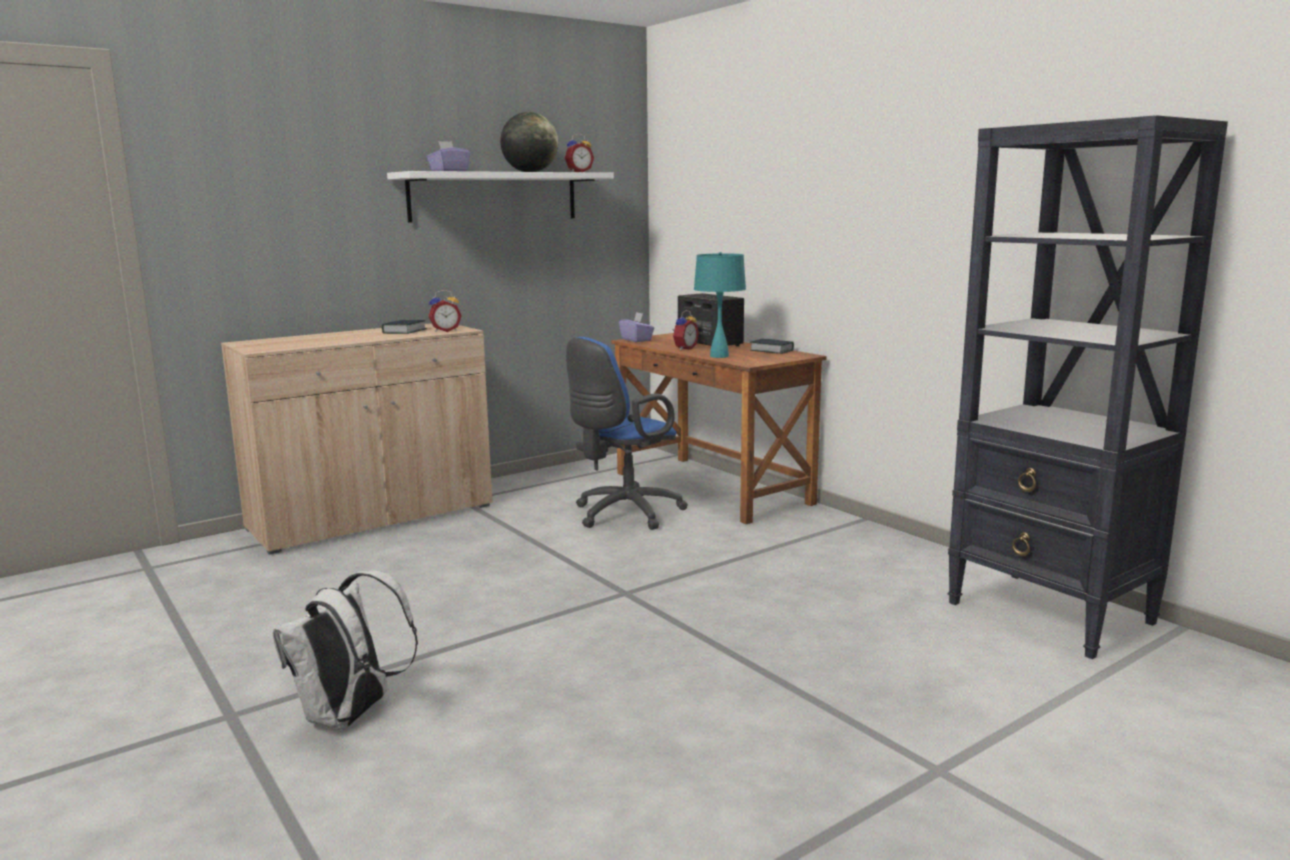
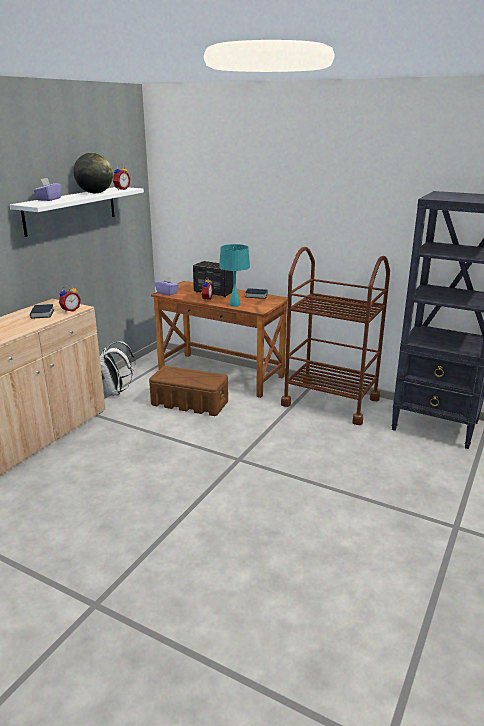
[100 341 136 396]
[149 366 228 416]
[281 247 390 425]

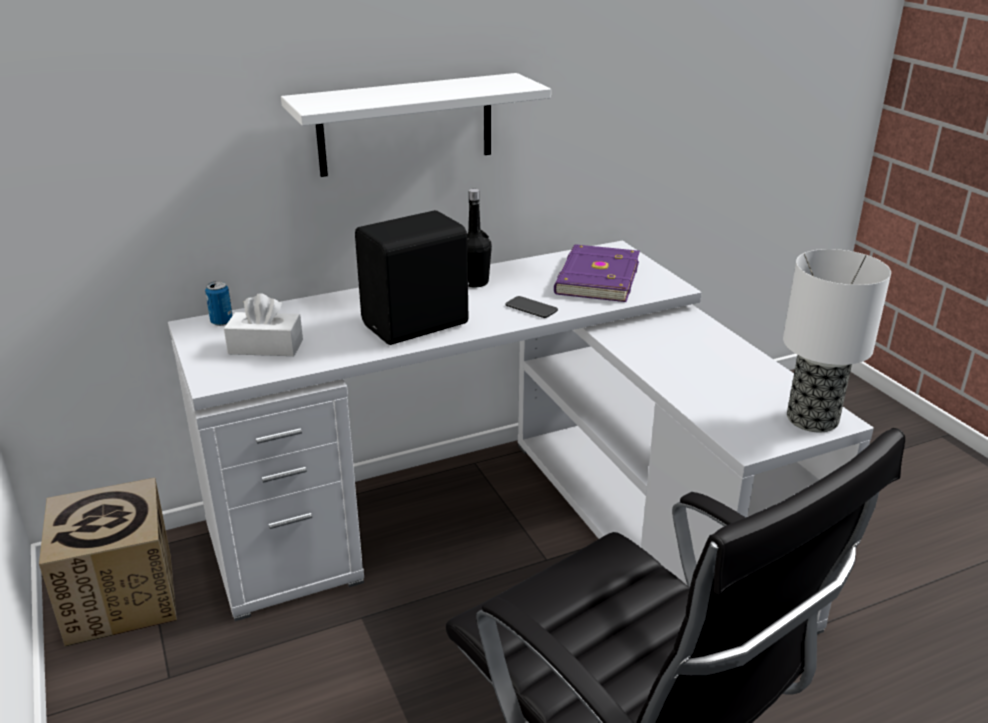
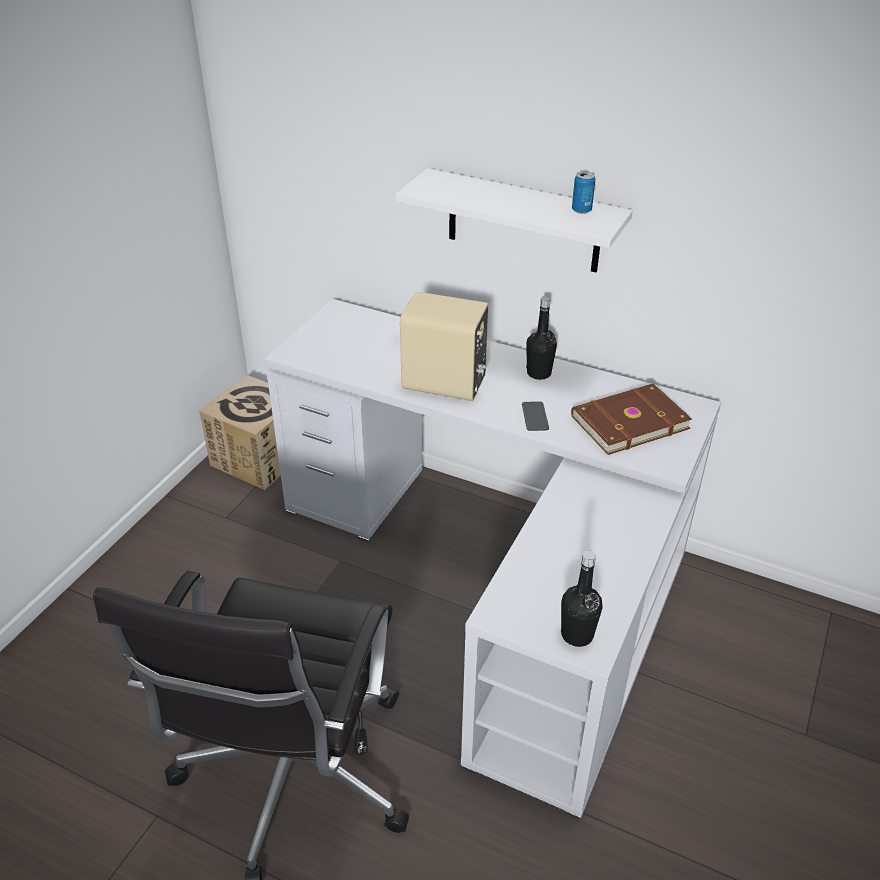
[572 171 595 214]
[224 293 303 356] (first image)
[400 292 489 401]
[571 384 692 455]
[561 550 603 647]

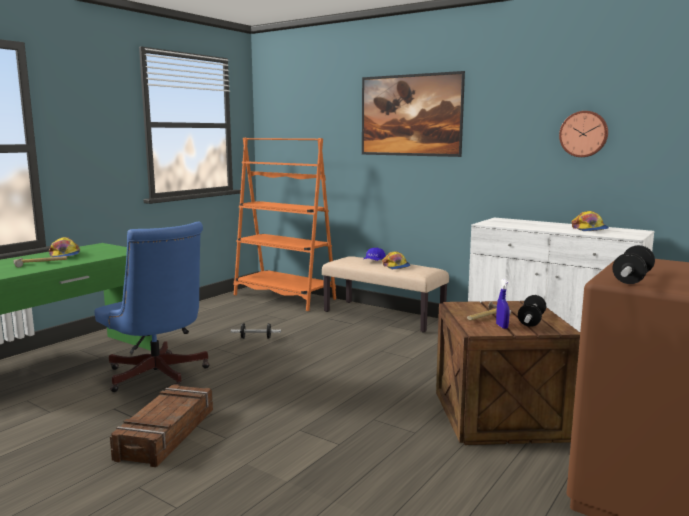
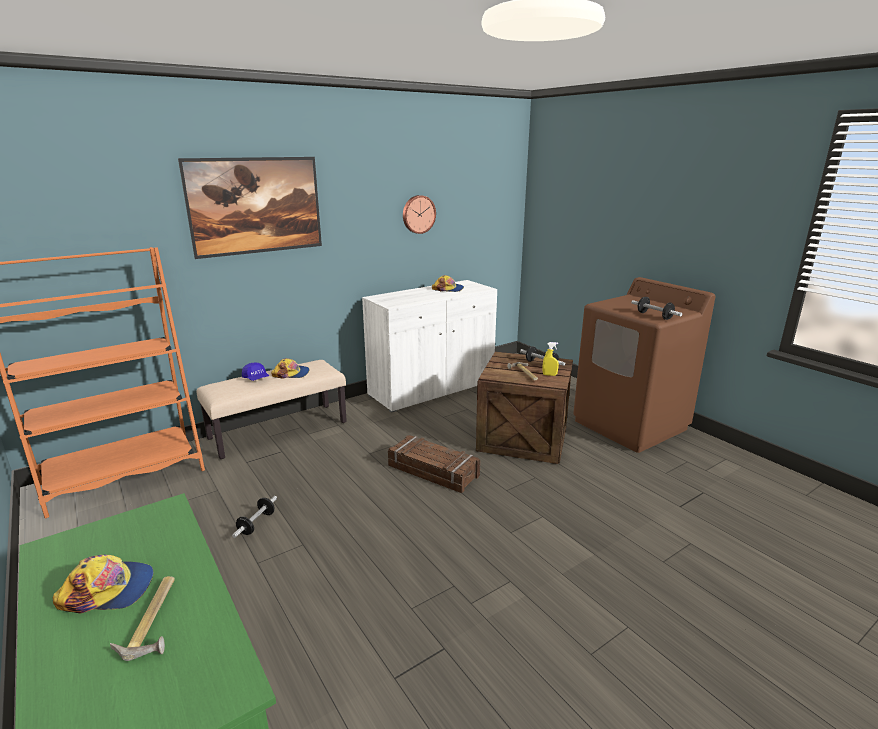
[94 222 210 392] (first image)
[388 435 480 493]
[542 342 559 376]

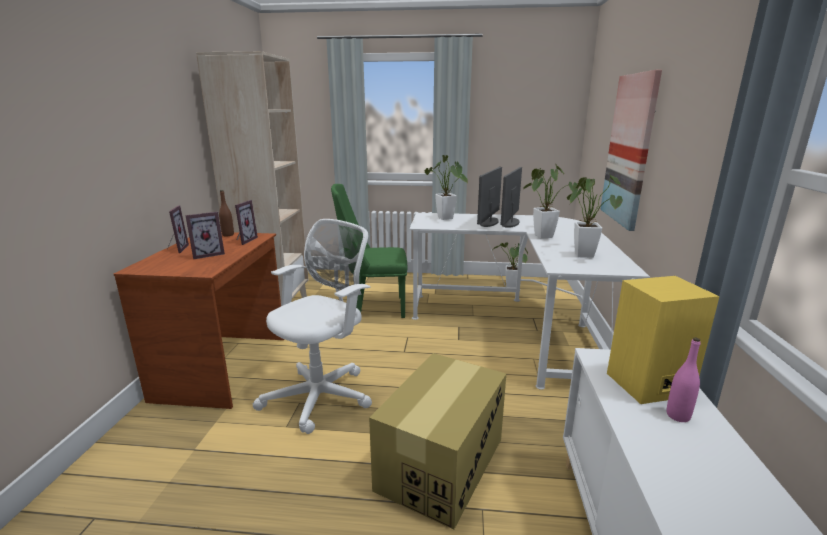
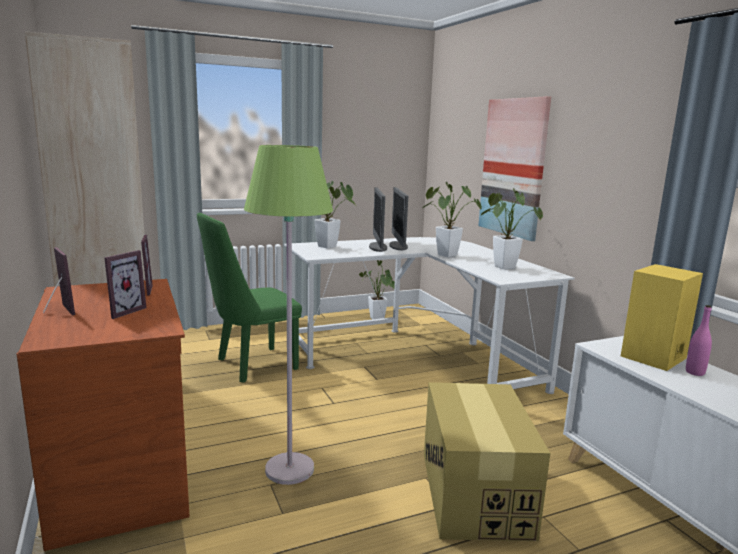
[219 190 234 237] (first image)
[244 145 333 485]

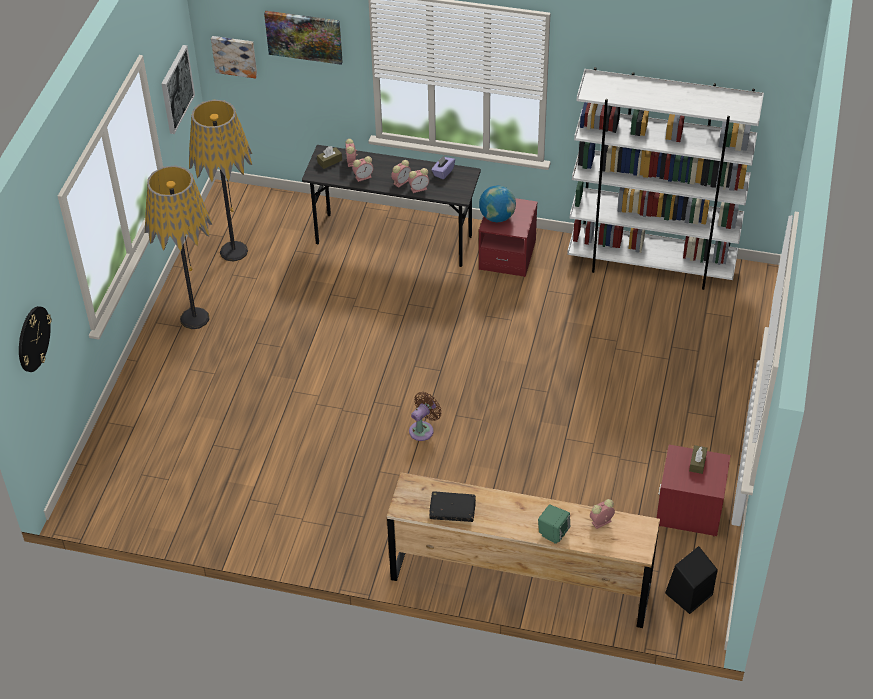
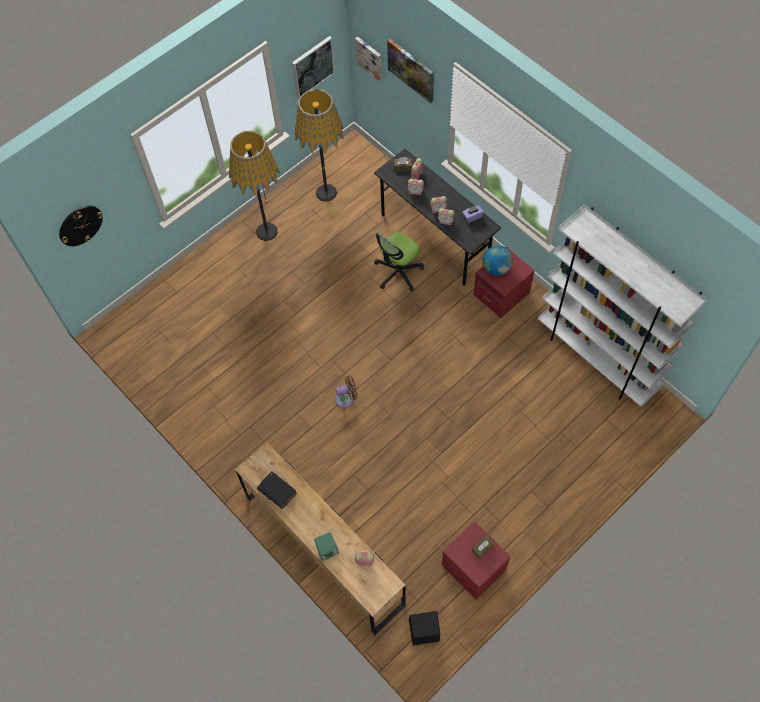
[374 232 424 292]

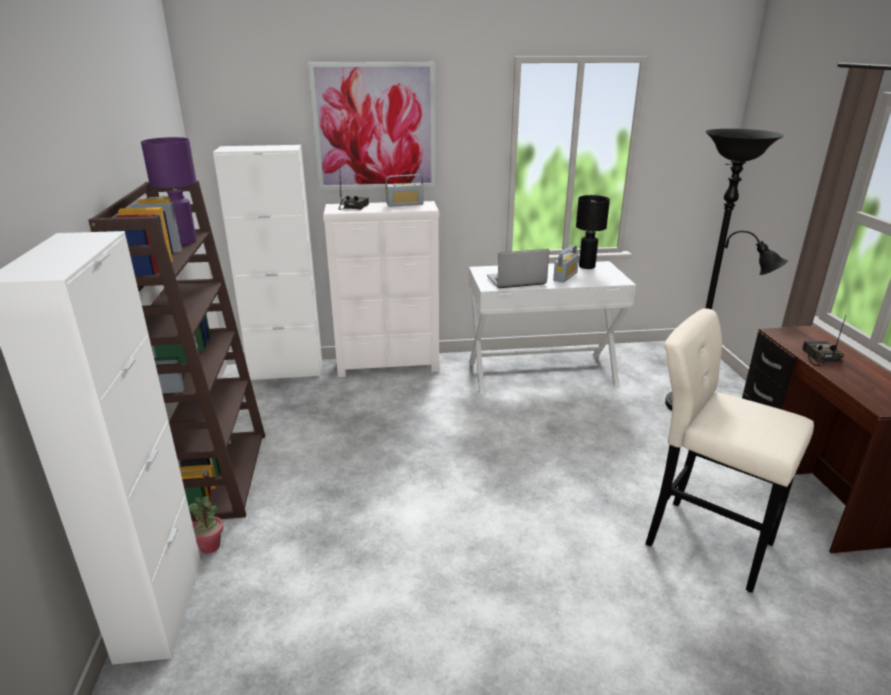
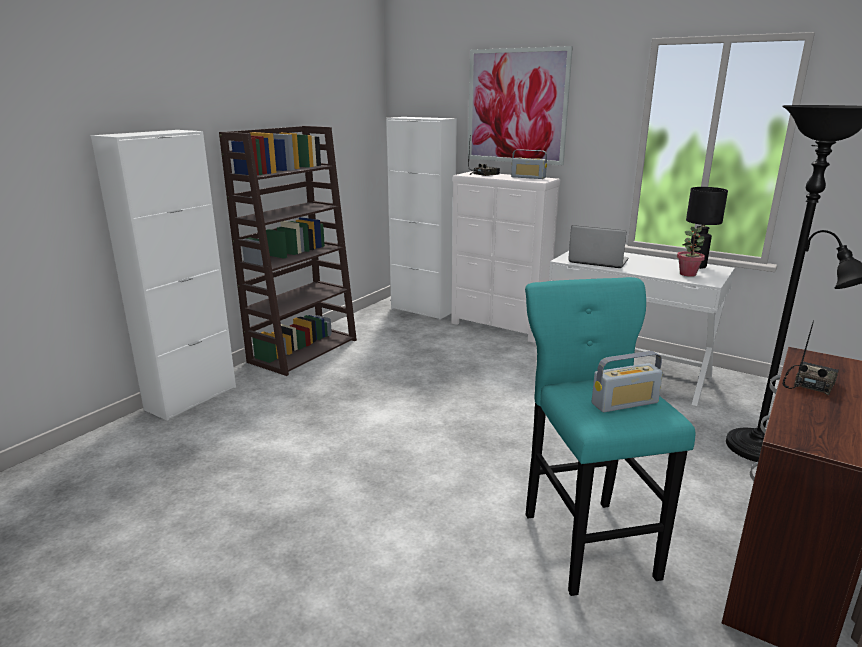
[141 137 197 245] (first image)
[677 227 705 277]
[592 351 663 412]
[525 277 695 596]

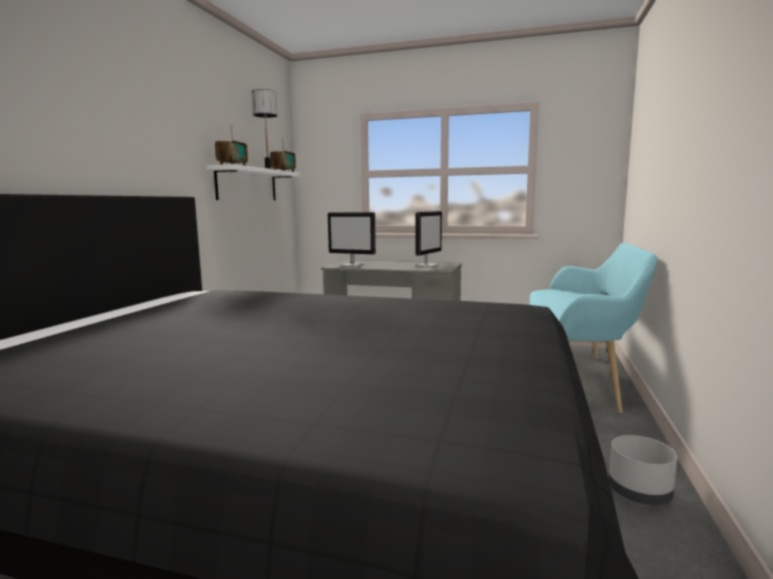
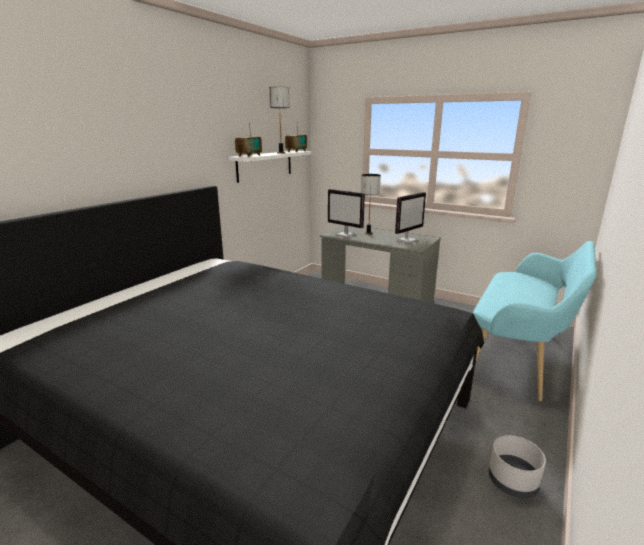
[361 174 381 235]

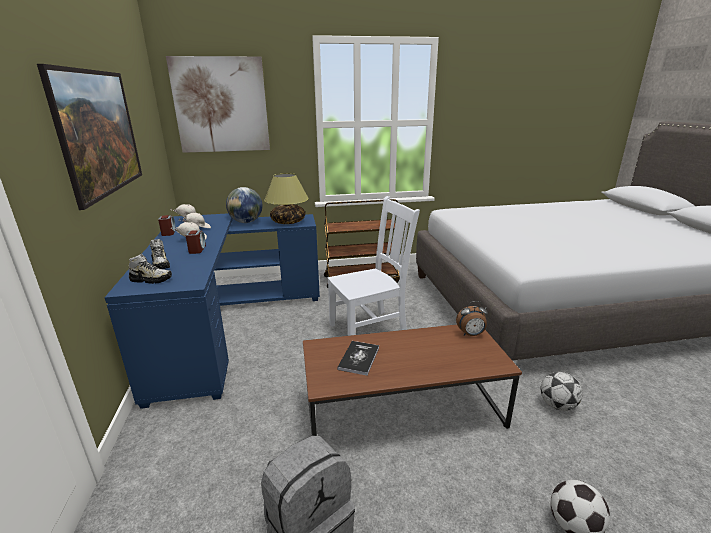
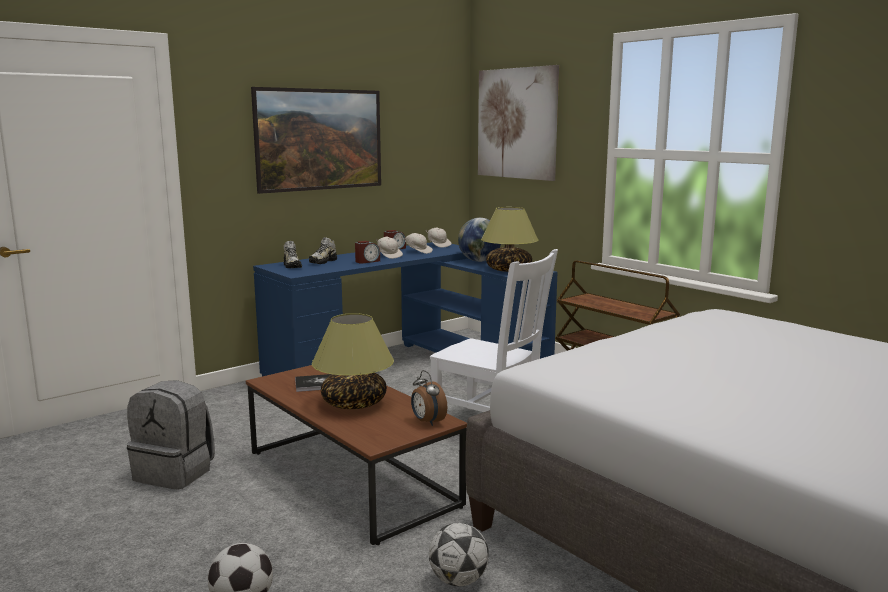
[312 313 394 409]

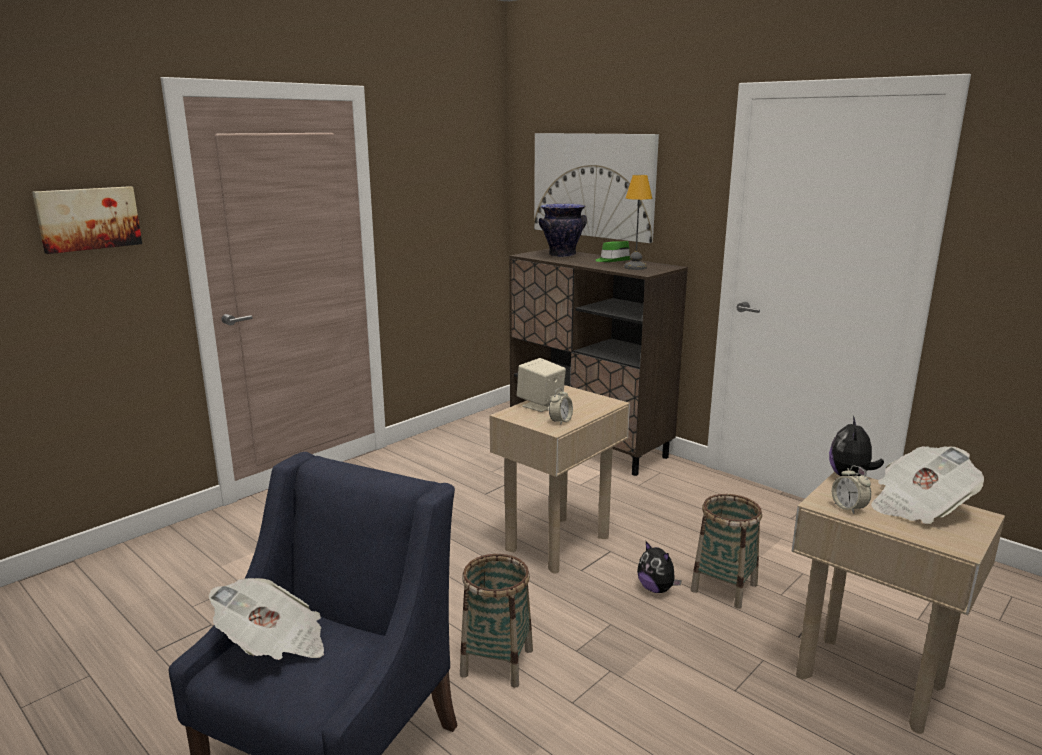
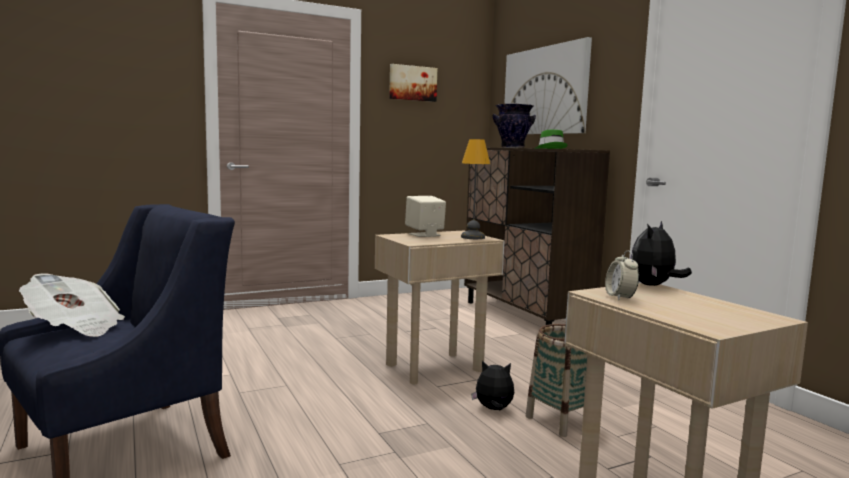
[389 64 437 102]
[460 554 533 688] (first image)
[549 388 573 425] (first image)
[461 139 490 239]
[471 360 514 410]
[871 446 984 524] (first image)

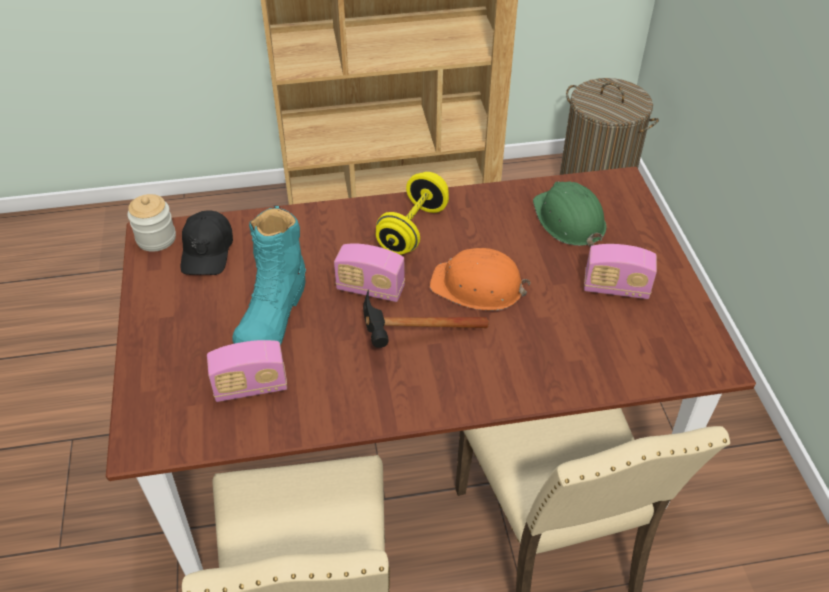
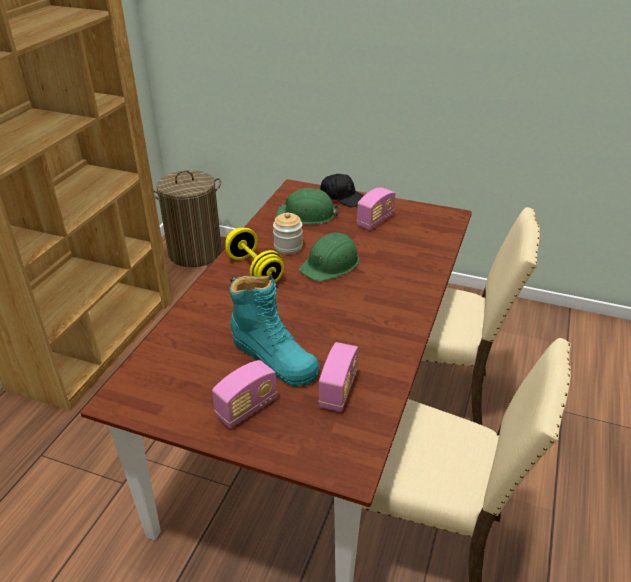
[273 212 303 254]
[320 174 364 207]
[212 360 277 429]
[363 289 489 348] (first image)
[299 233 359 281]

